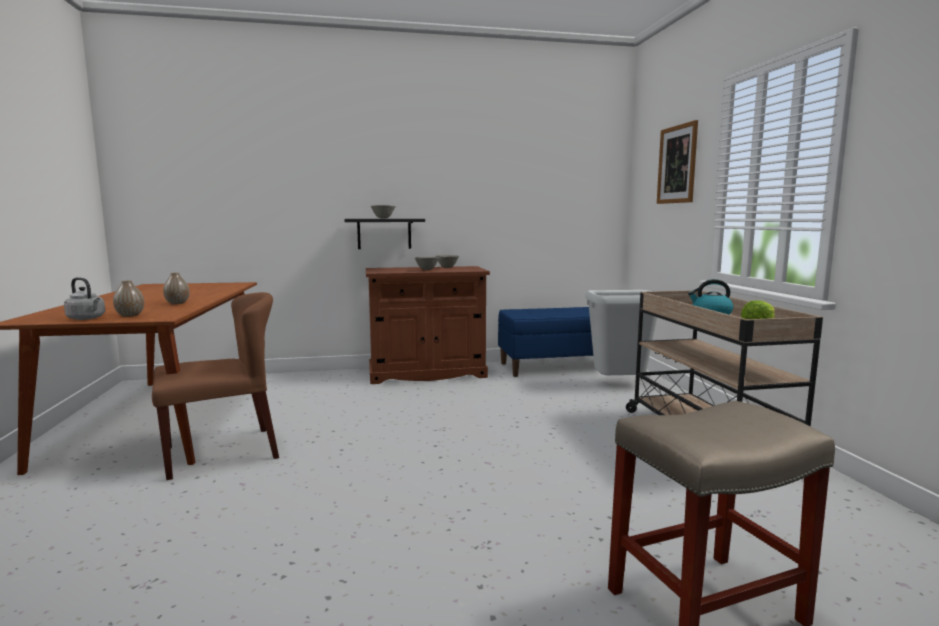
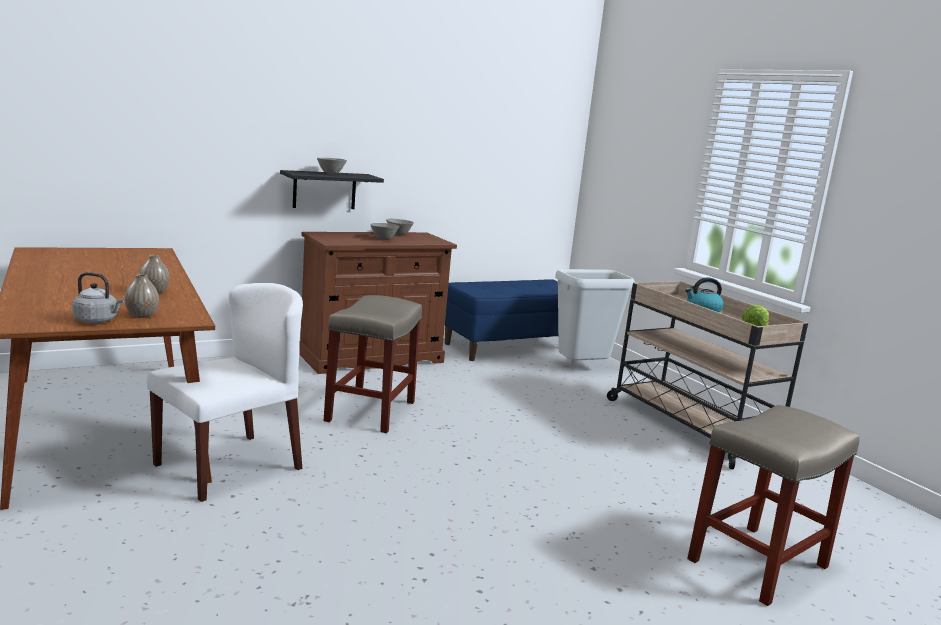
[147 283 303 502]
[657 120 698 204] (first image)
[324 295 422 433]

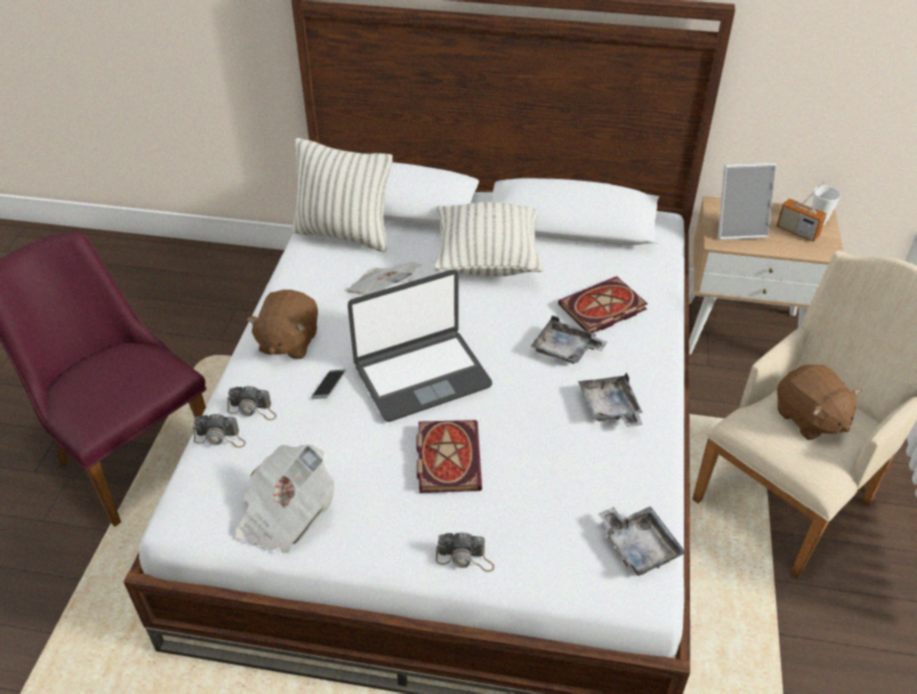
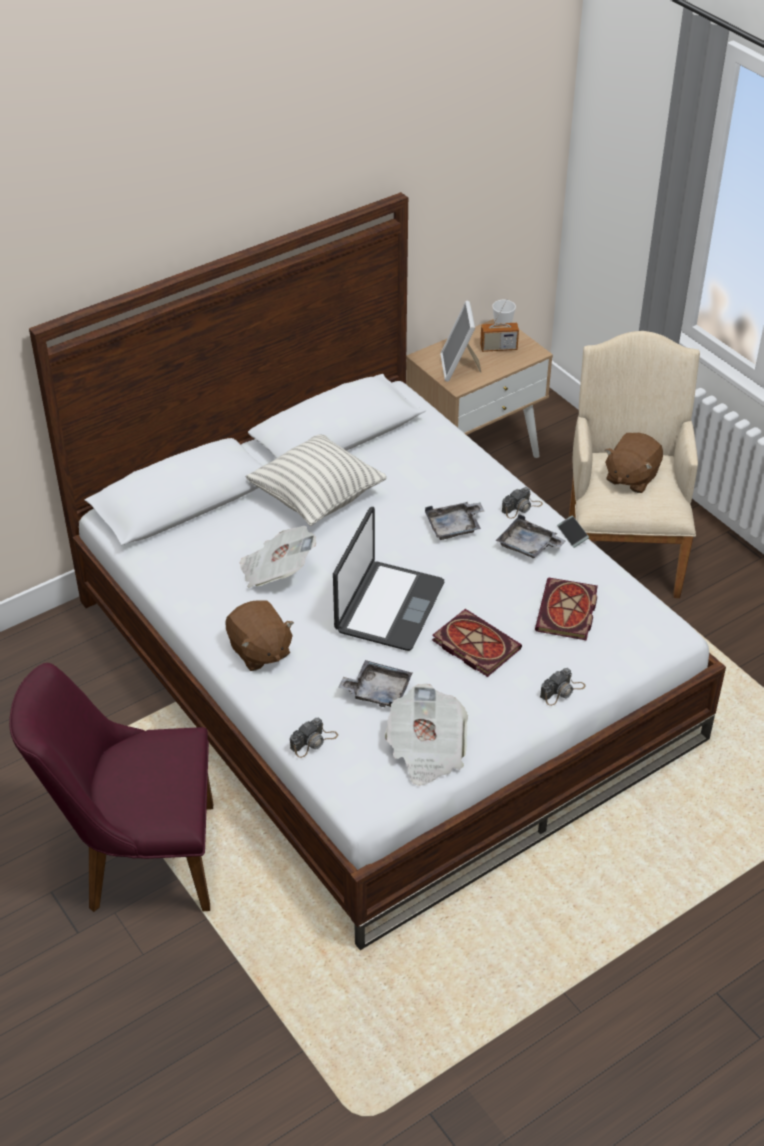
[502 487 543 519]
[292 138 393 252] (first image)
[557 515 589 548]
[535 578 598 641]
[338 660 412 707]
[440 301 481 382]
[605 433 663 493]

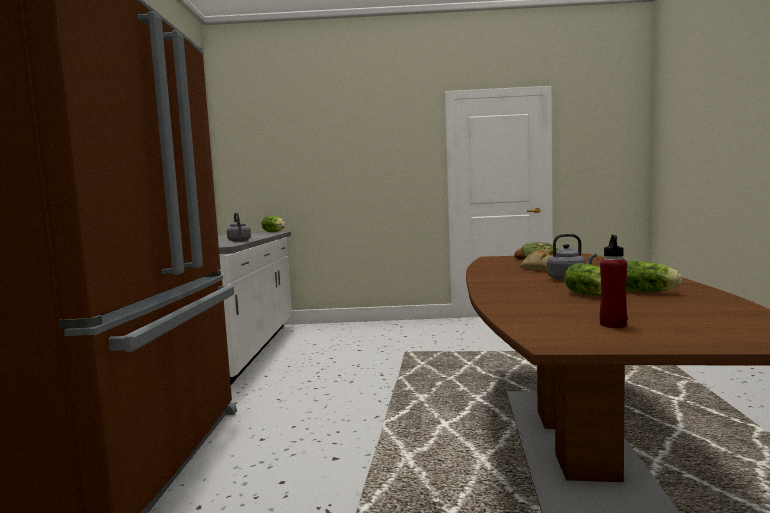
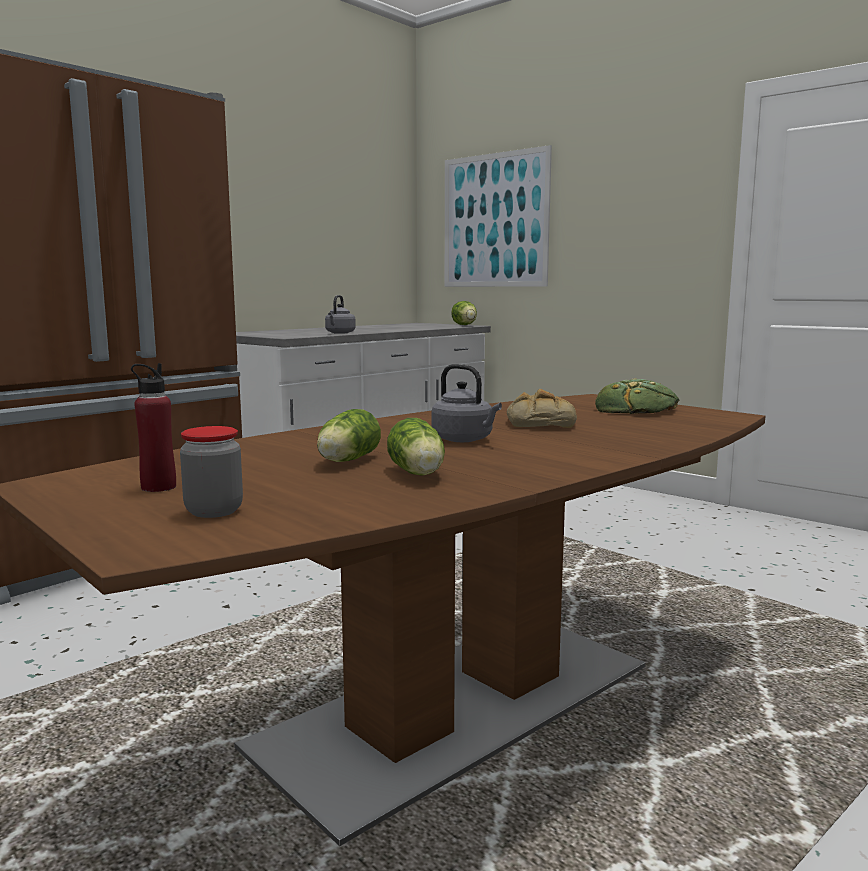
[180 426 243 518]
[445 145 552 287]

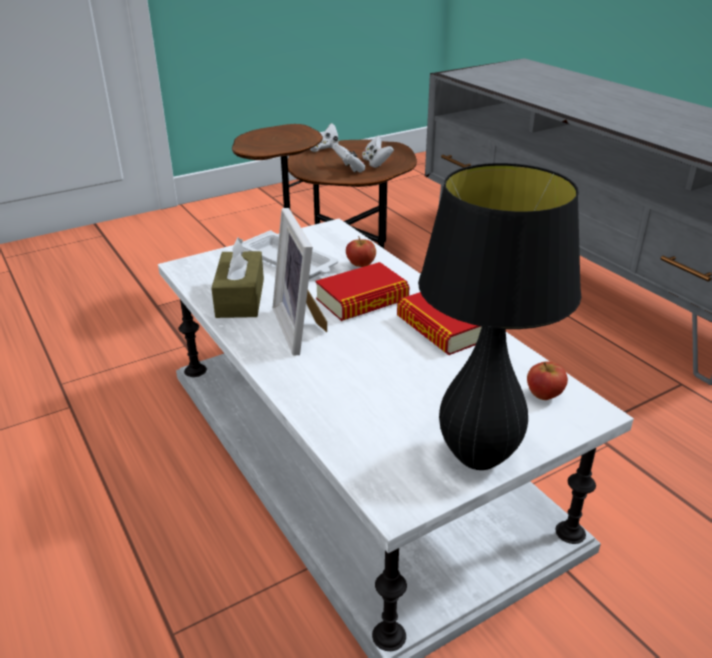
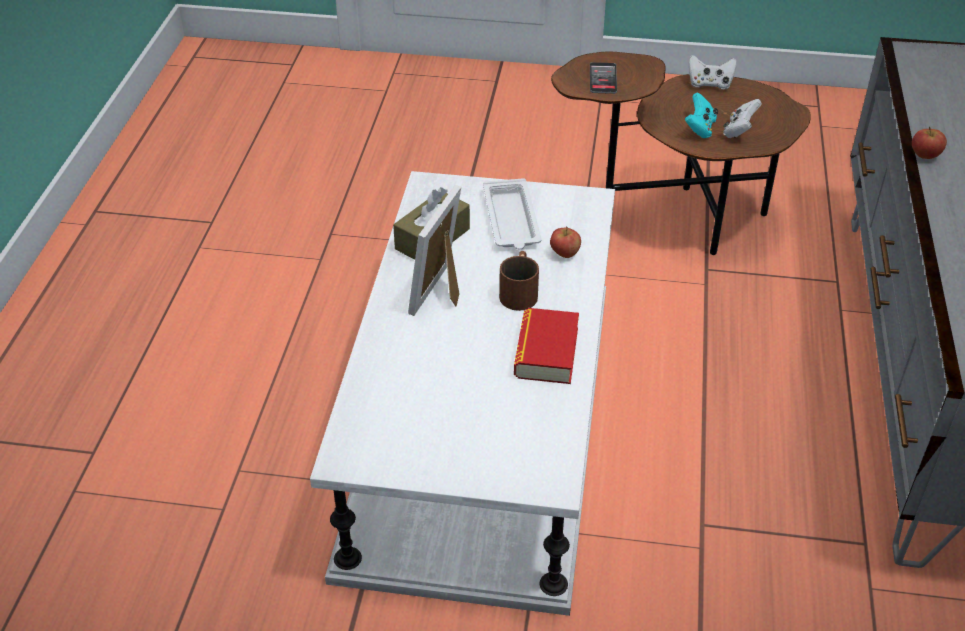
[499 251 539 311]
[685 93 718 138]
[418 163 581 470] (first image)
[912 127 947 159]
[590 62 617 94]

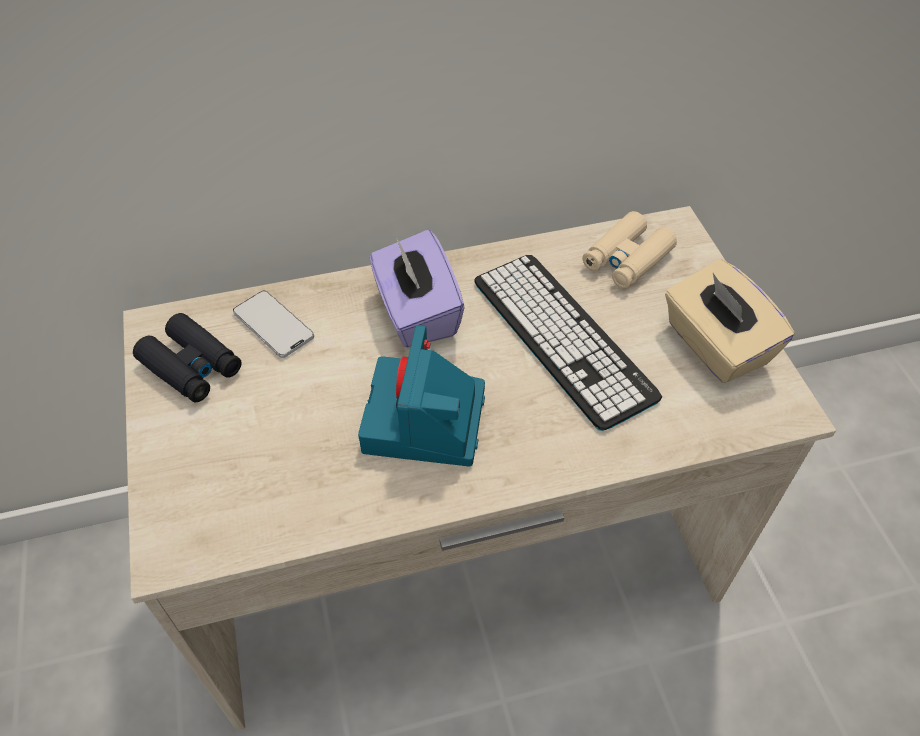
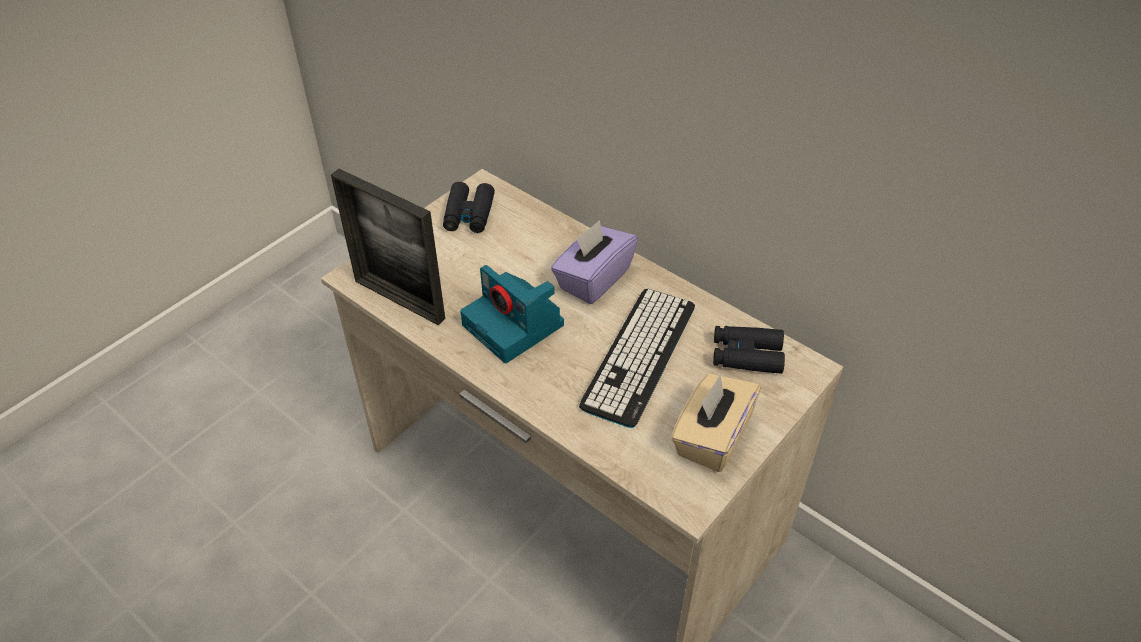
[233 290 314 358] (first image)
[460 265 564 363]
[713 326 785 374]
[331 169 445 325]

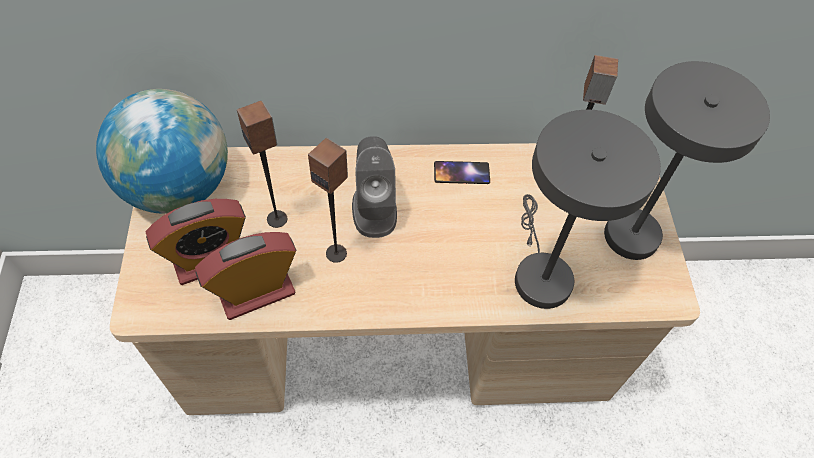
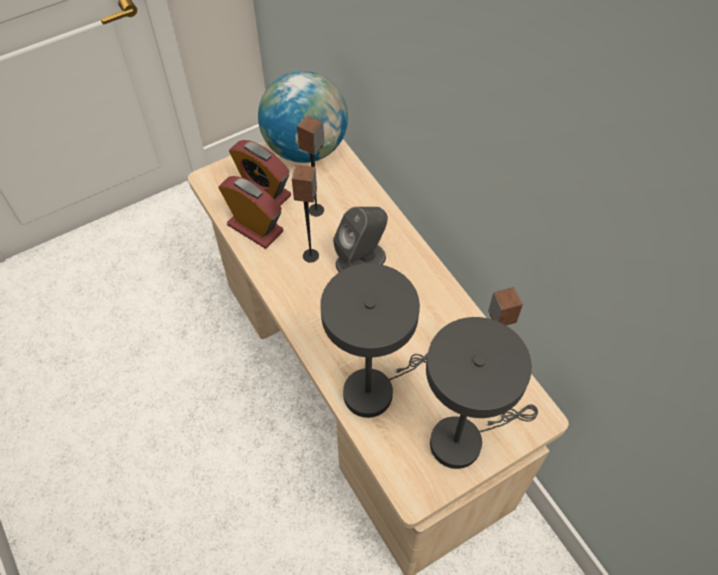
[434 161 490 184] (first image)

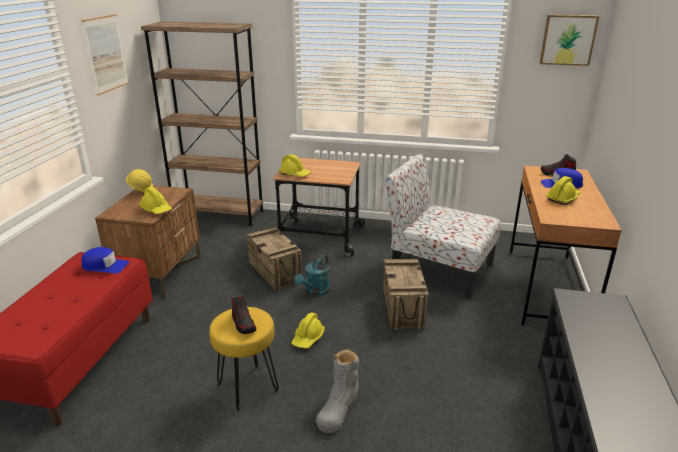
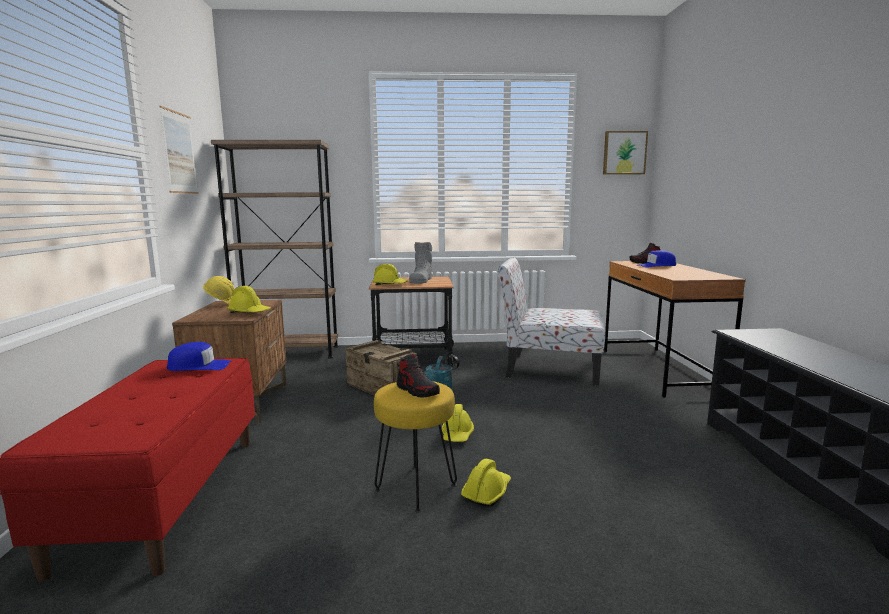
[409 242 432 284]
[383 259 429 330] (first image)
[461 459 511 507]

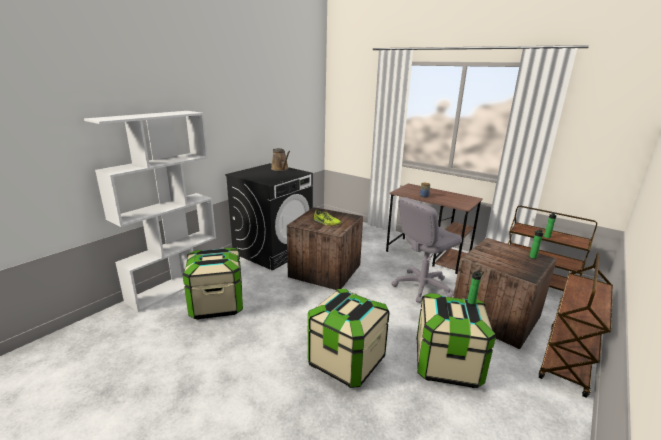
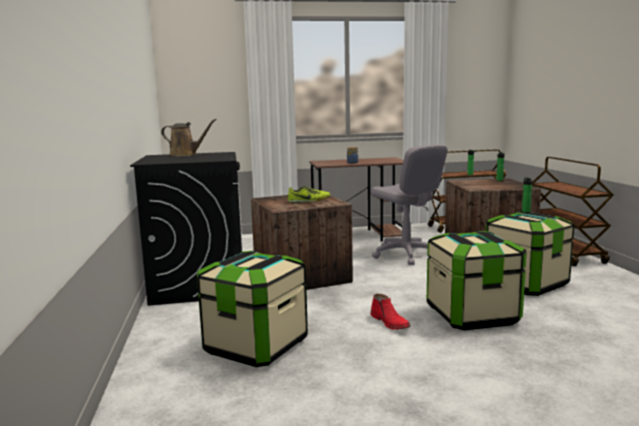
[84 111 216 312] (first image)
[371 144 448 265]
[370 294 411 330]

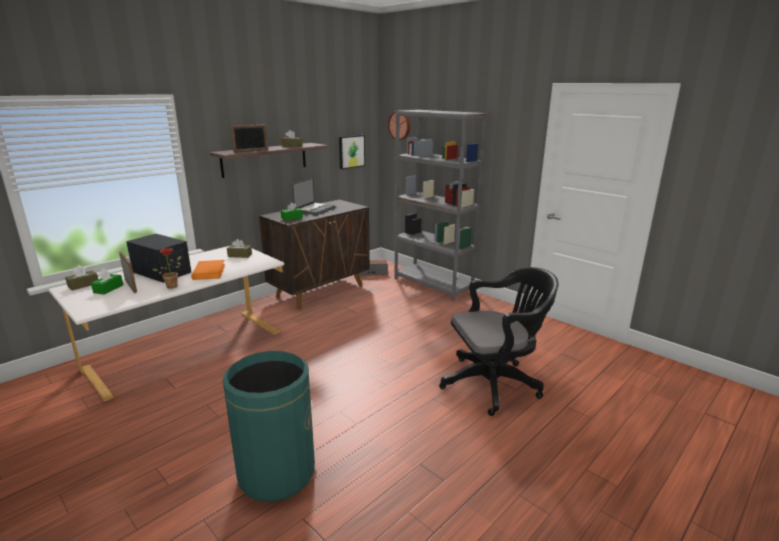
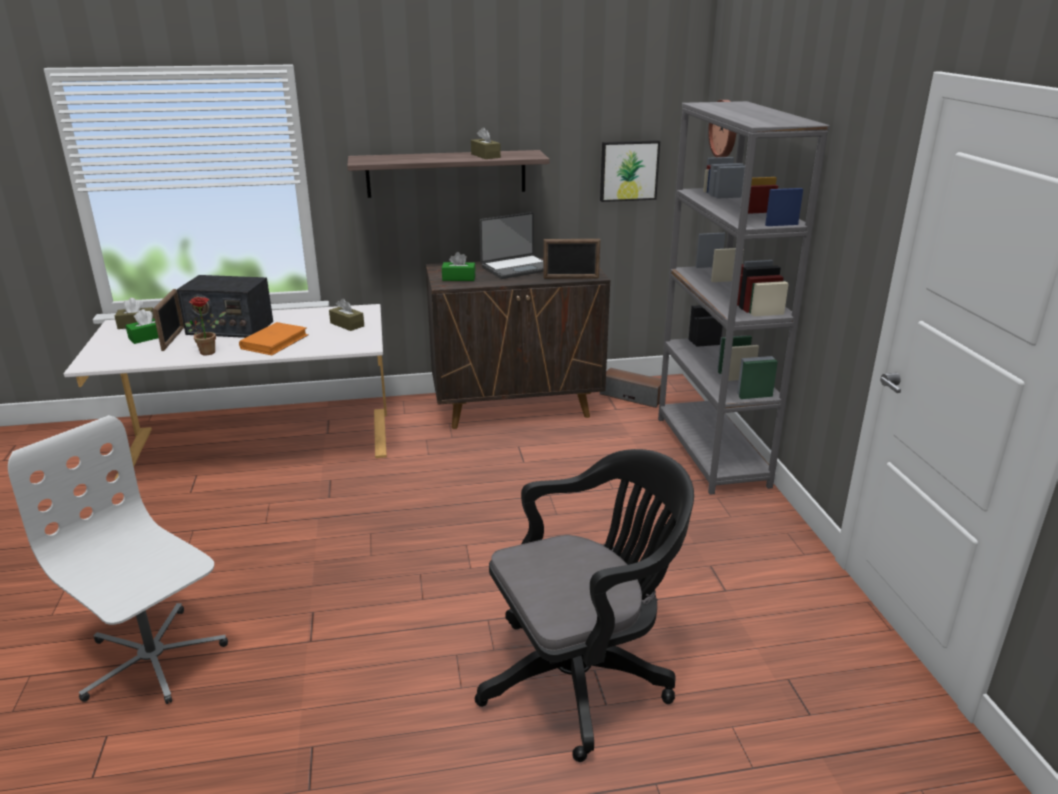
[177 275 273 338]
[8 415 228 704]
[543 239 601 279]
[475 449 694 762]

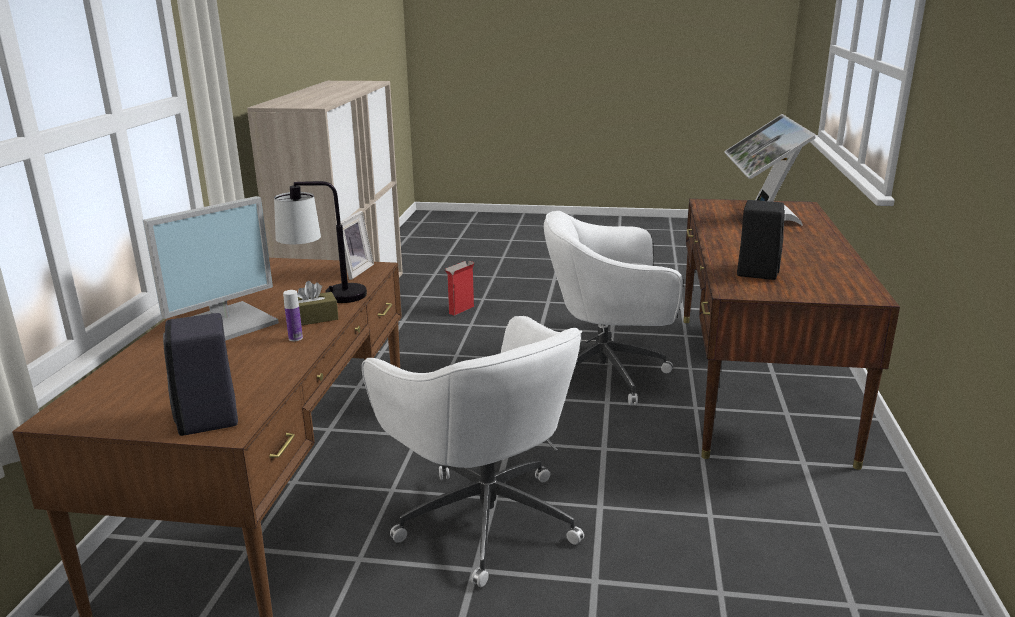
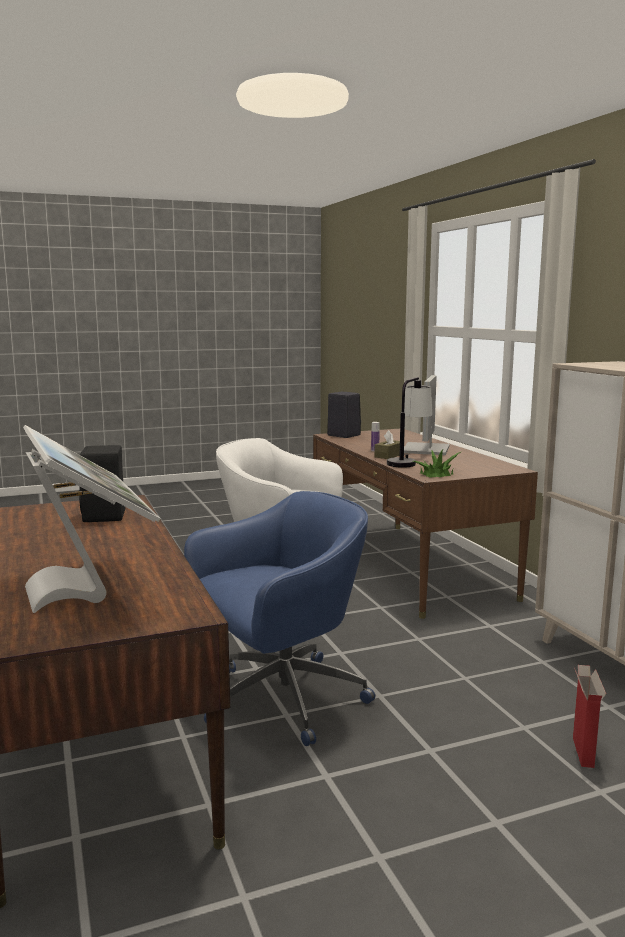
[413 448 461 478]
[184 491 375 746]

